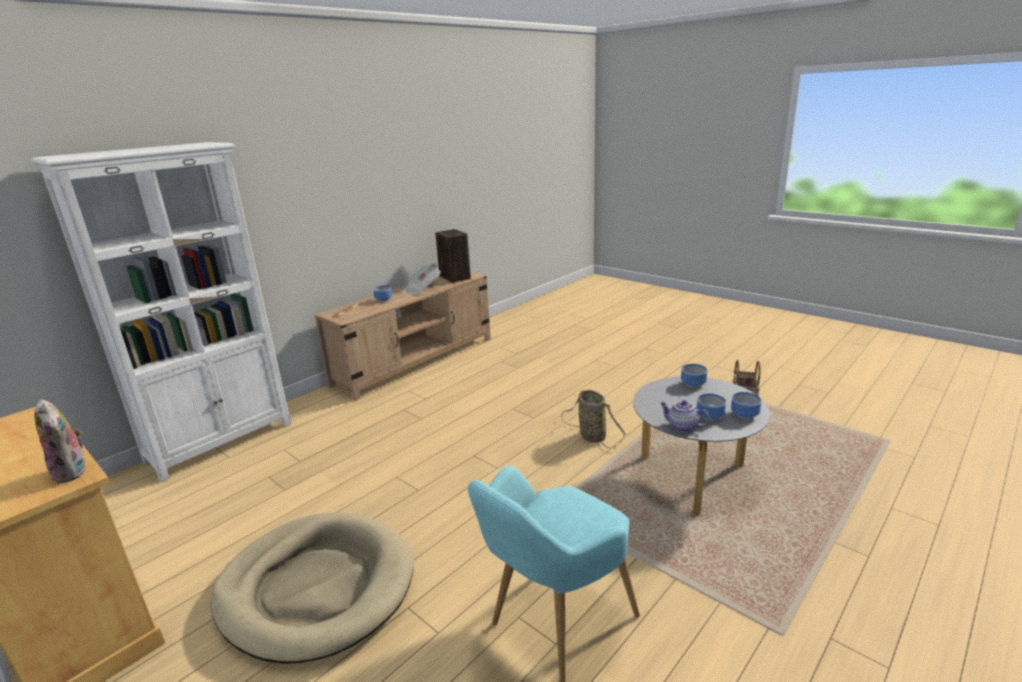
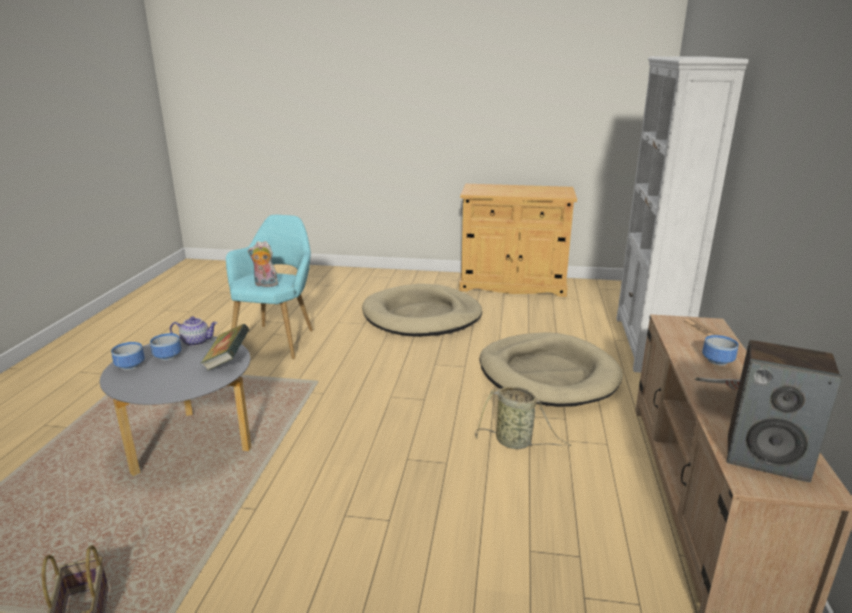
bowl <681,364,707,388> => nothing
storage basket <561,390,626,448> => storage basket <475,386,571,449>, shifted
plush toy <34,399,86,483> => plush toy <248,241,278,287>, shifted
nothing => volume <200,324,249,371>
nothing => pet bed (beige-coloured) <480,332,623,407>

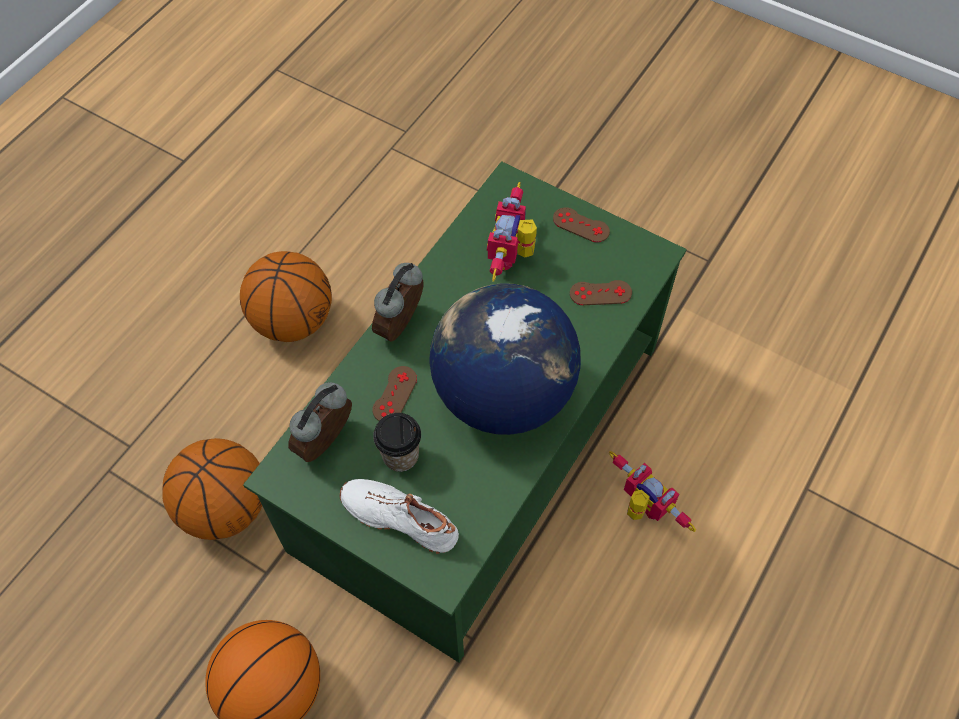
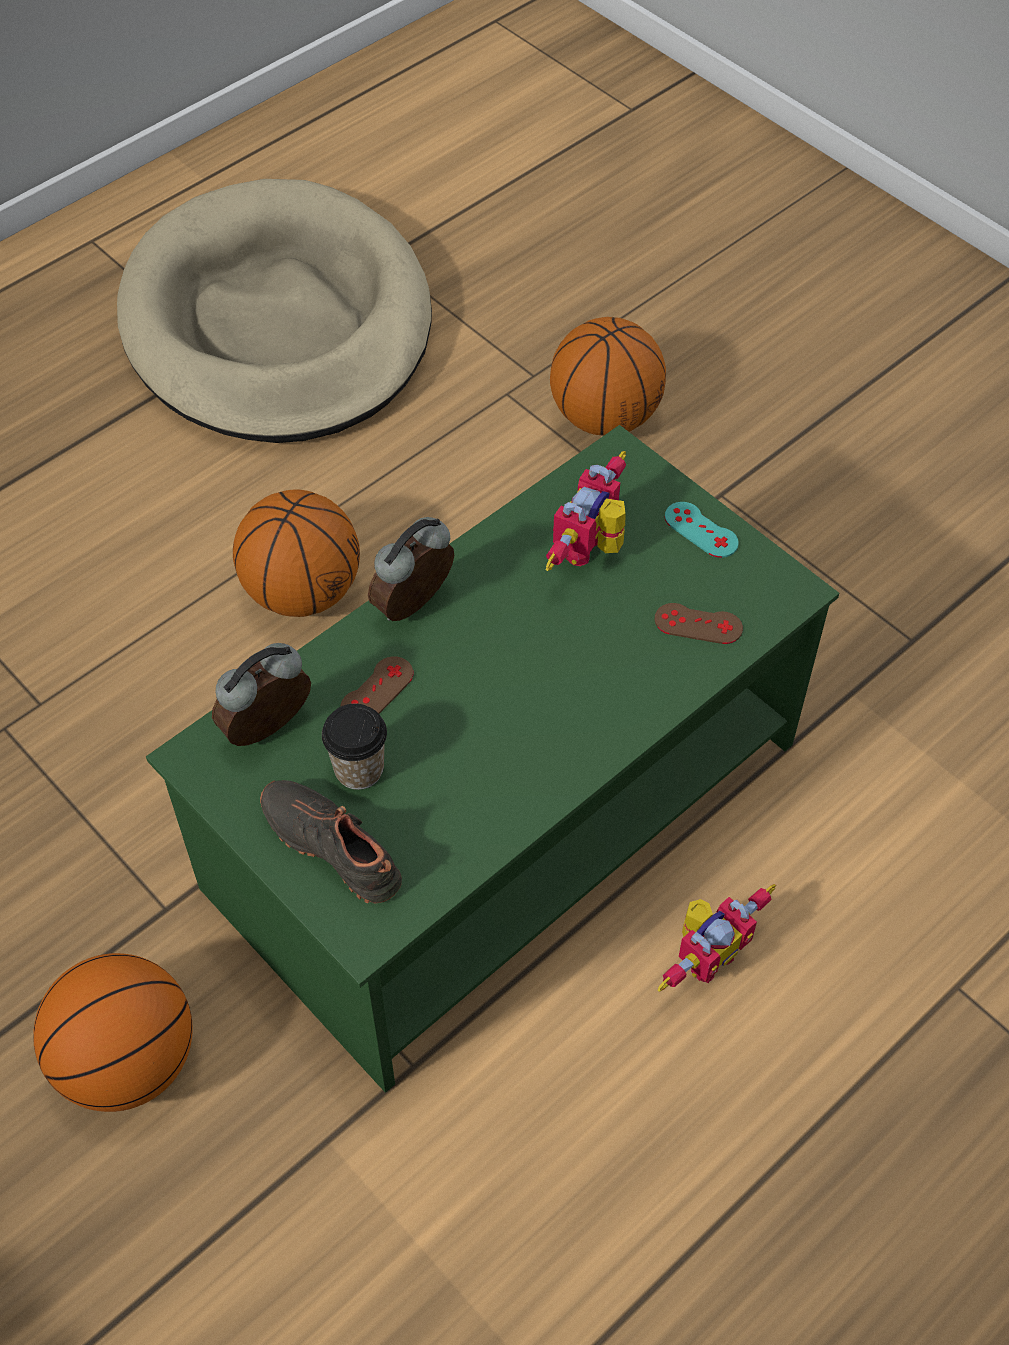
gamepad (brownish) <553,207,610,242> => gamepad (blue-green) <665,502,739,558>
world globe <429,283,581,435> => nothing
ball for basketball <162,438,262,540> => ball for basketball <550,317,666,436>, shifted
toy robot <609,451,696,532> => toy robot <658,884,776,992>, 75 degrees clockwise
shoe (white-coloured) <339,479,459,554> => shoe (black-coloured) <260,780,402,904>
nothing => pet bed (beige-coloured) <117,179,432,443>

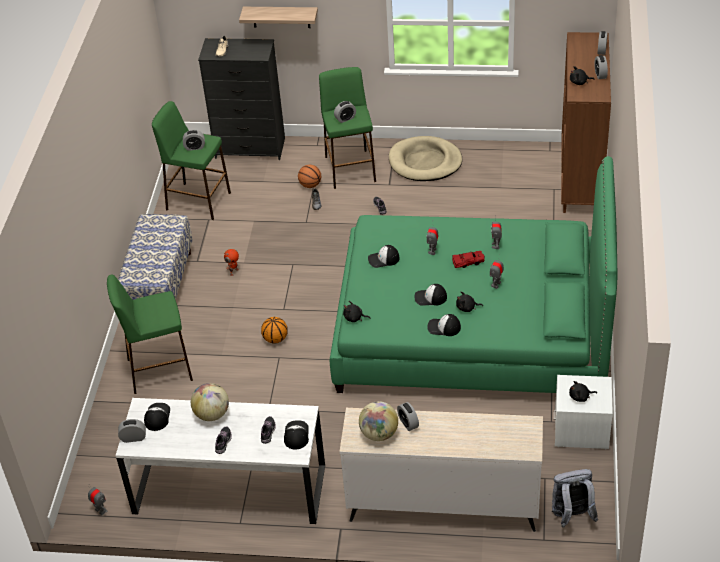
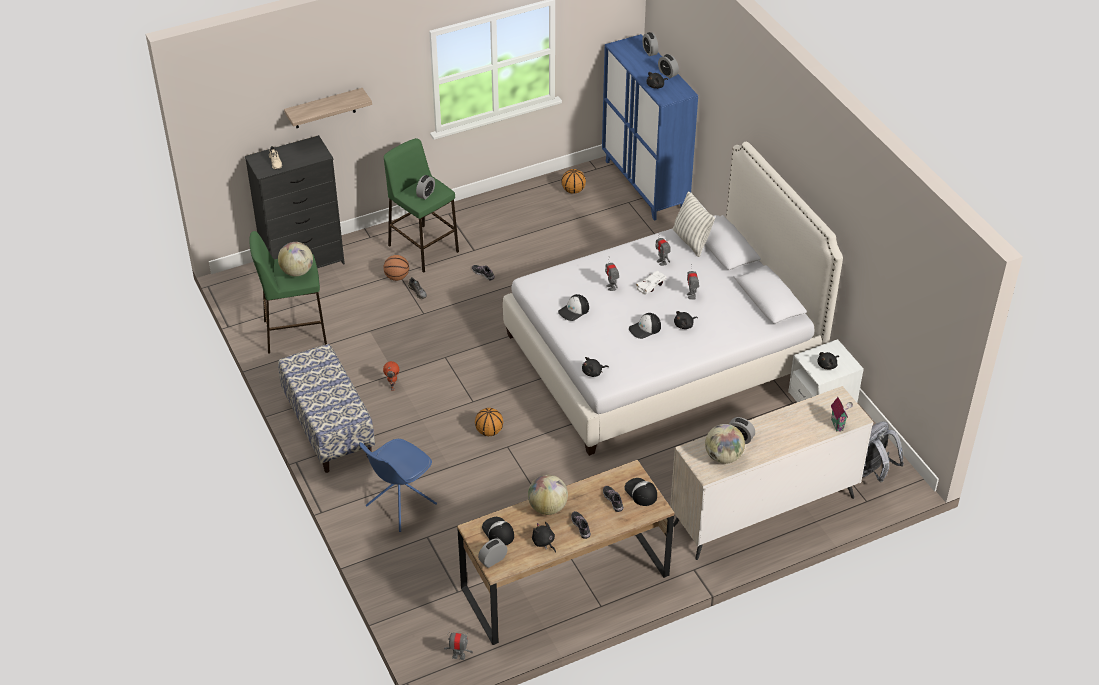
cupboard (brownish) <561,32,611,213> => cupboard (bluish) <602,34,698,221>
table clock <183,130,205,151> => world globe <278,242,313,276>
pet bed (beige-coloured) <389,136,462,181> => nothing
bedroom bed (greenish) <330,156,617,393> => bedroom bed (white-coloured) <503,142,843,456>
miniature car (reddish) <452,251,485,268> => miniature car (white-coloured) <636,271,667,295>
stool seat (greenish) <107,274,193,394> => plain chair (bluish) <359,439,437,532>
cap <427,314,461,336> => nothing
desk (white-coloured) <116,398,325,524> => desk (brownish) <457,460,674,645>
nothing => ball for basketball <561,169,586,194>
nothing => pillow <672,191,715,257>
nothing => miniature house <831,397,853,432>
nothing => plush toy (black-coloured) <532,522,556,553>

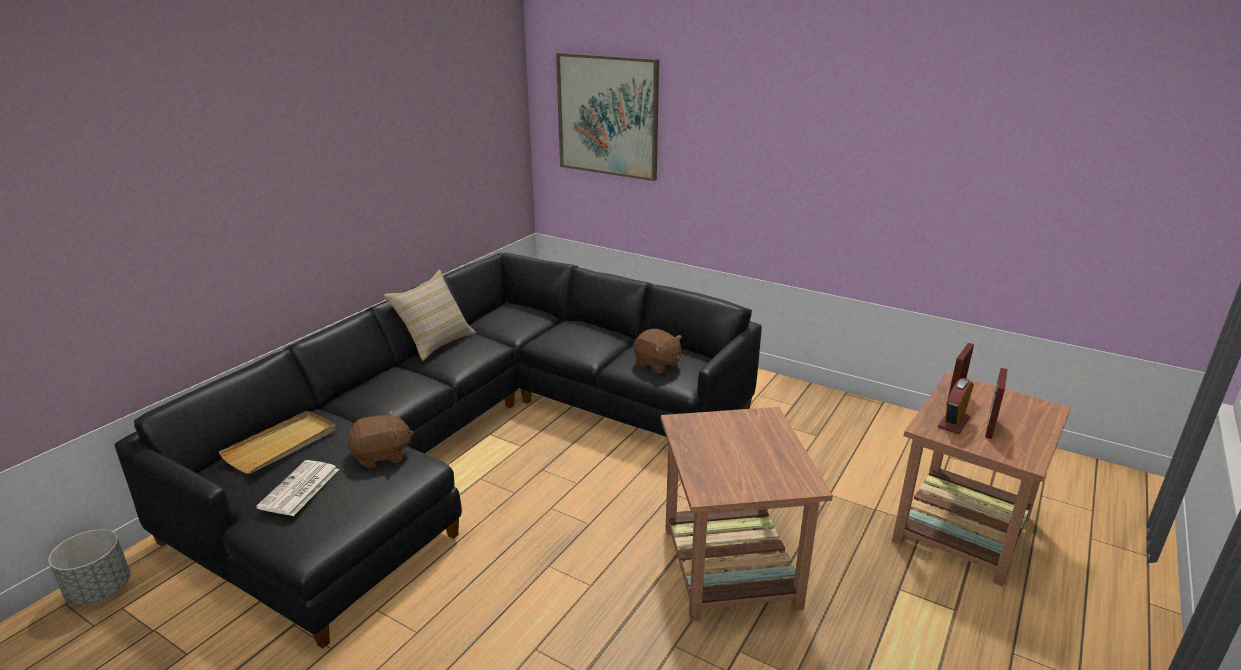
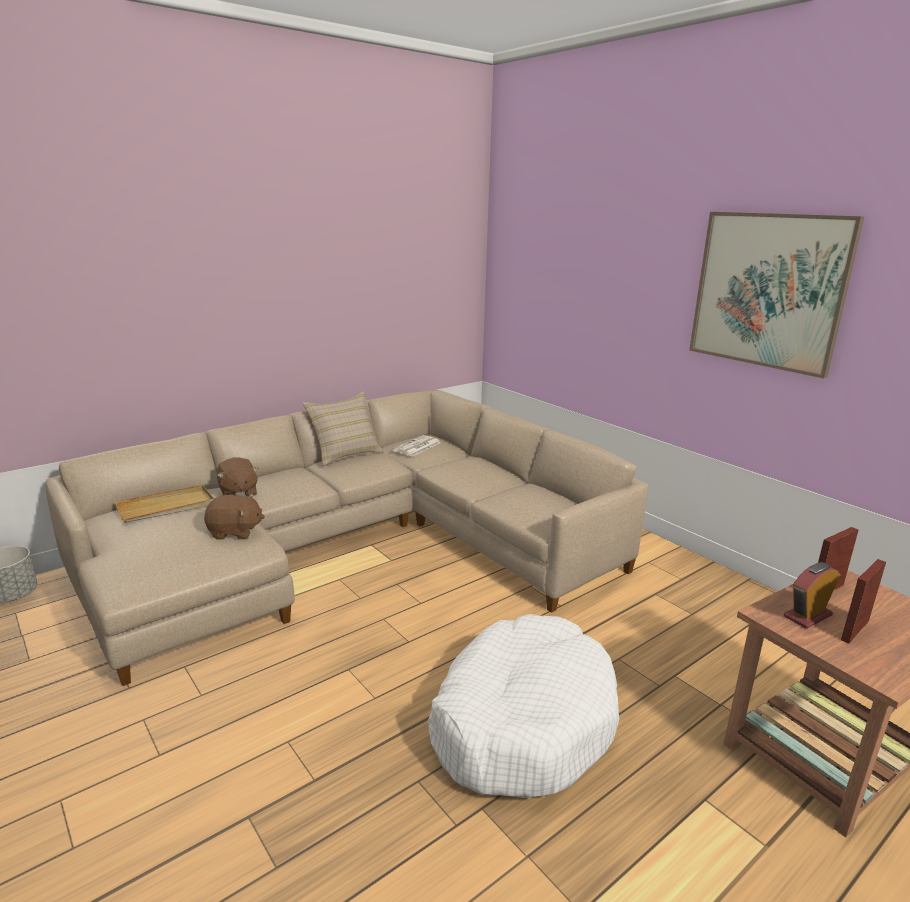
wall picture <556,53,659,181> => wall picture <689,212,864,378>, shifted
sofa (black-coloured) <115,253,762,649> => sofa (beige-coloured) <46,389,649,686>
plush toy (brownish) <633,329,682,373> => plush toy (brownish) <217,457,259,497>, shifted
side table (brownish) <661,407,833,621> => pet bed (white-coloured) <428,614,619,798>
daily paper <256,460,340,516> => daily paper <392,435,441,456>, shifted

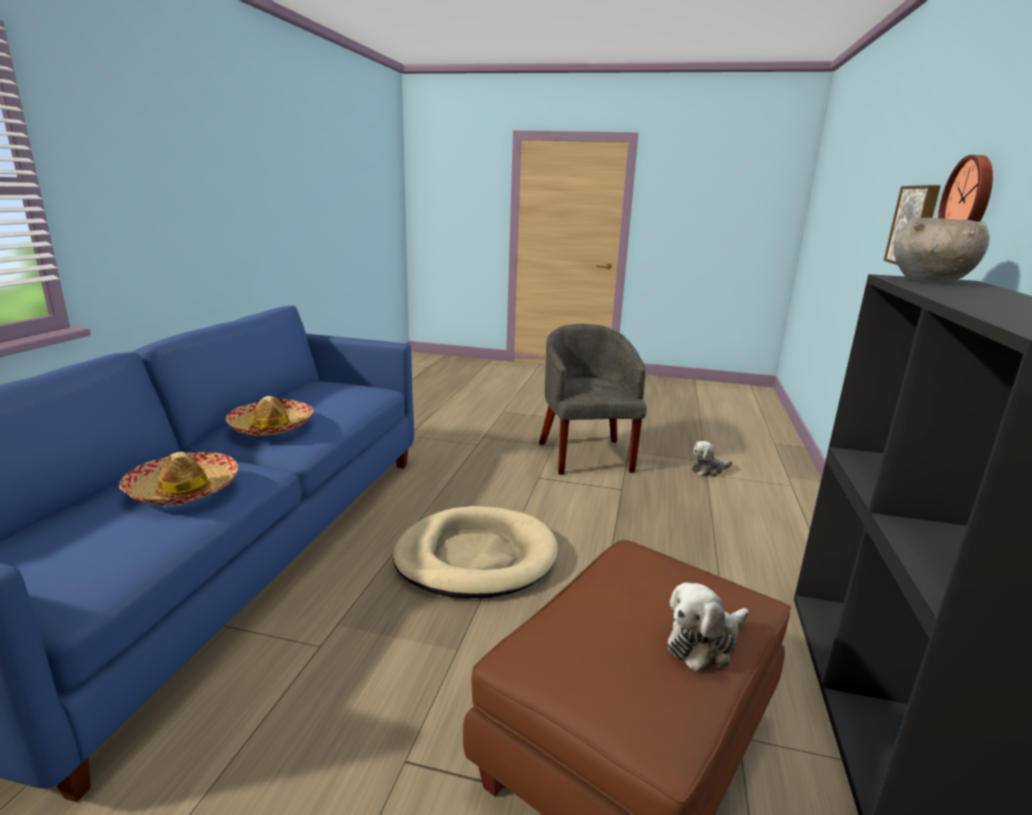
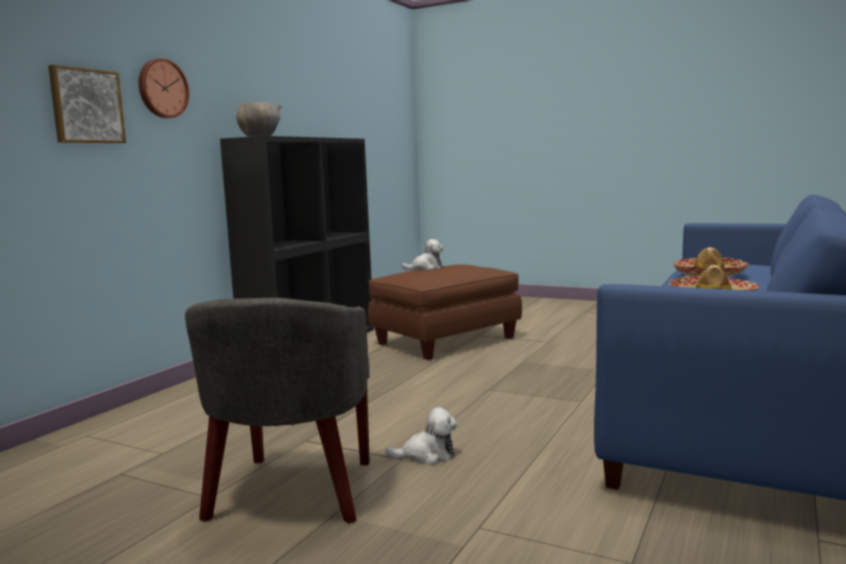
plush toy <691,441,733,476> => plush toy <385,407,458,465>, shifted
pet bed (beige-coloured) <393,506,557,598> => nothing

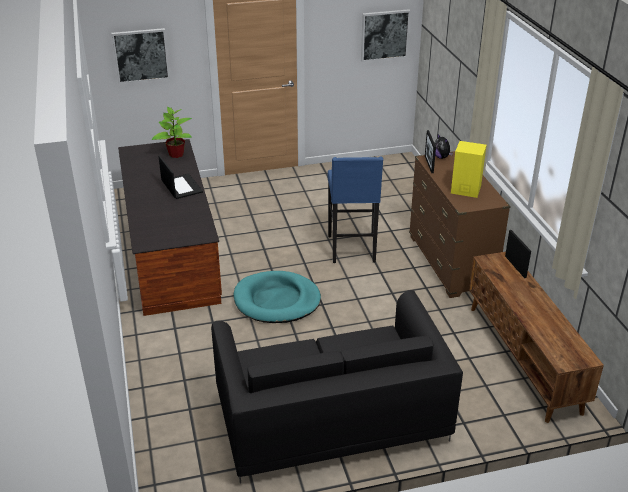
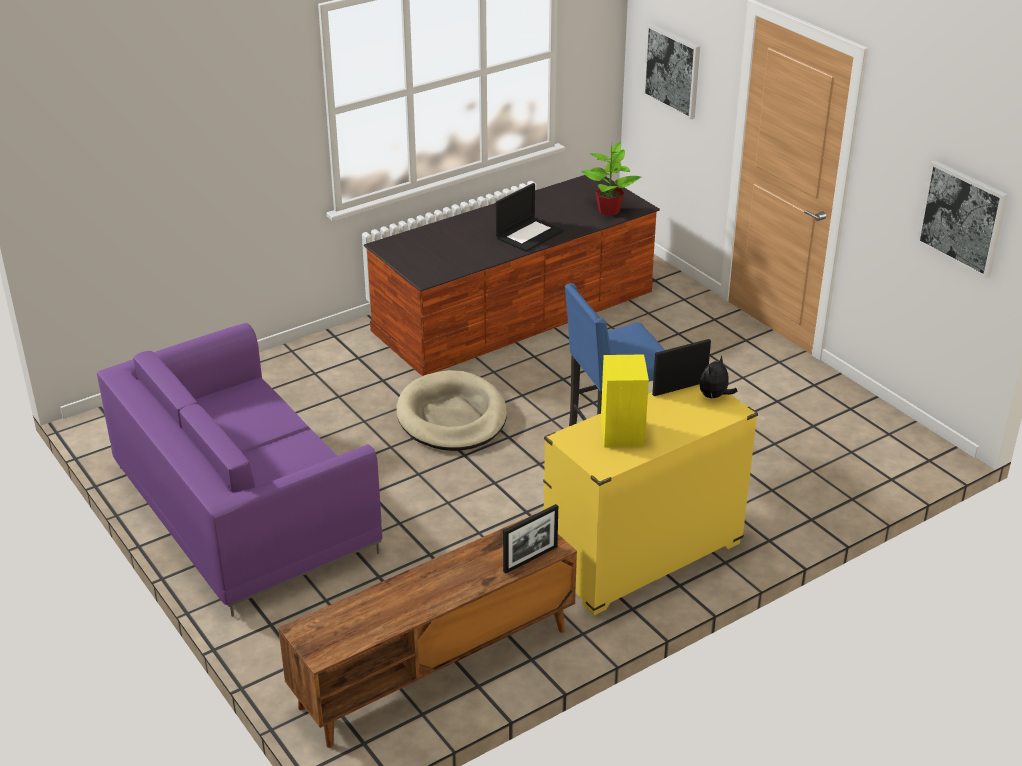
drawer chest (brownish) <409,151,511,298> => drawer chest (yellow-coloured) <543,384,758,616>
pet bed (blue-green) <234,271,321,323> => pet bed (beige-coloured) <396,370,507,451>
sofa (black-coloured) <211,290,463,484> => sofa (purplish) <97,323,383,617>

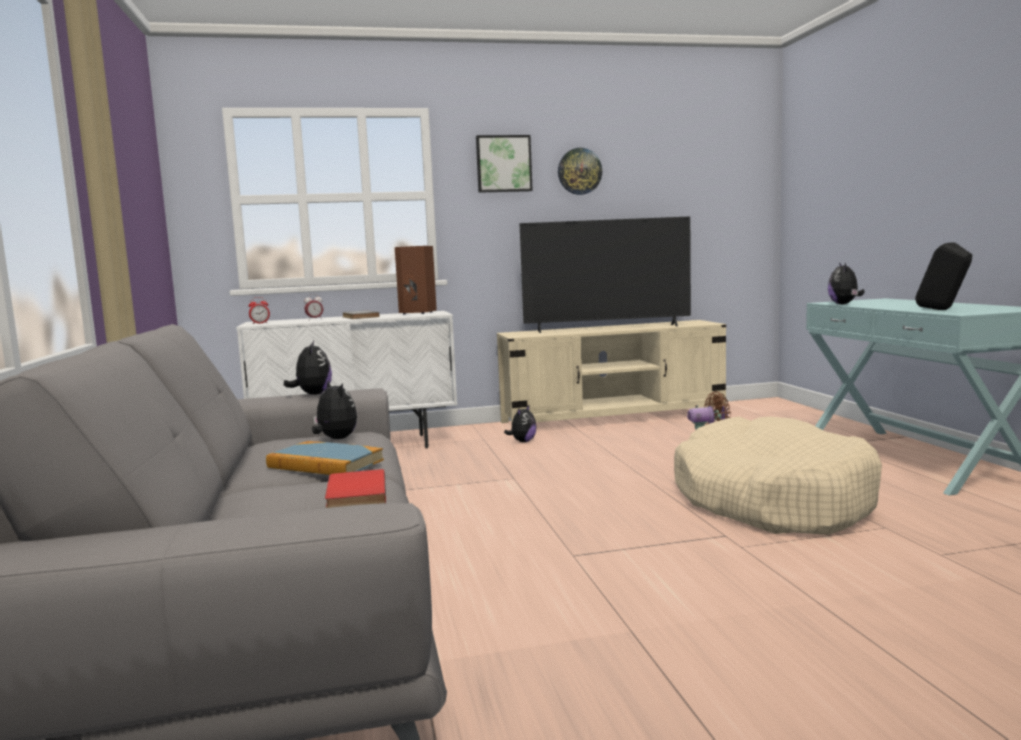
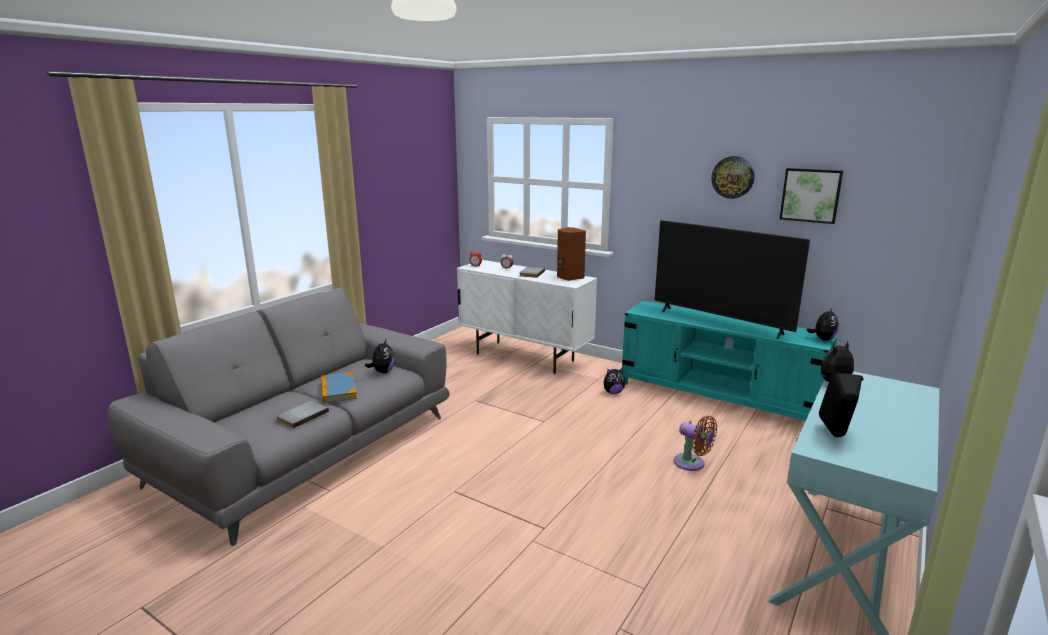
wall picture <476,135,533,193> => wall picture <780,168,843,224>, shifted
tv unit (beige-coloured) <497,320,726,423> => tv unit (blue-green) <622,301,838,421>
plush toy <284,341,332,395> => plush toy <807,307,839,341>, shifted
pet bed (beige-coloured) <674,417,882,535> => nothing
volume (reddish) <325,469,386,508> => volume (grey) <276,401,329,428>

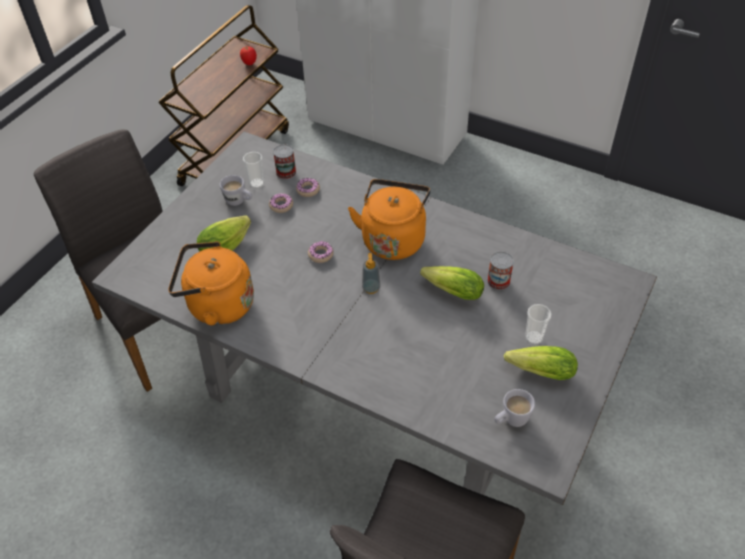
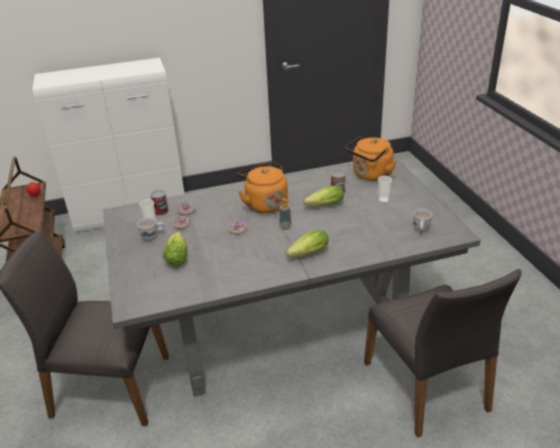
water kettle (orange) <168,241,254,326> => water kettle (orange) <346,136,397,181>, shifted
lettuce head <504,346,578,380> => lettuce head <286,230,329,257>, shifted

